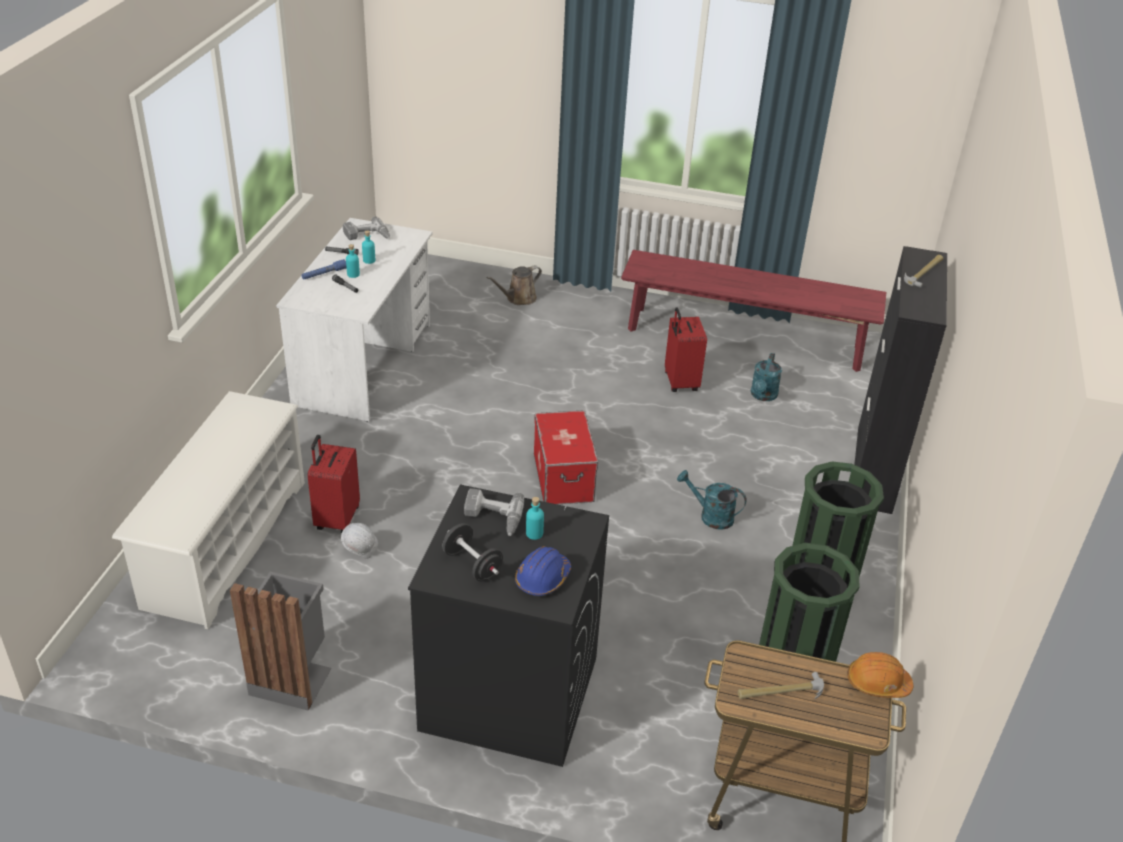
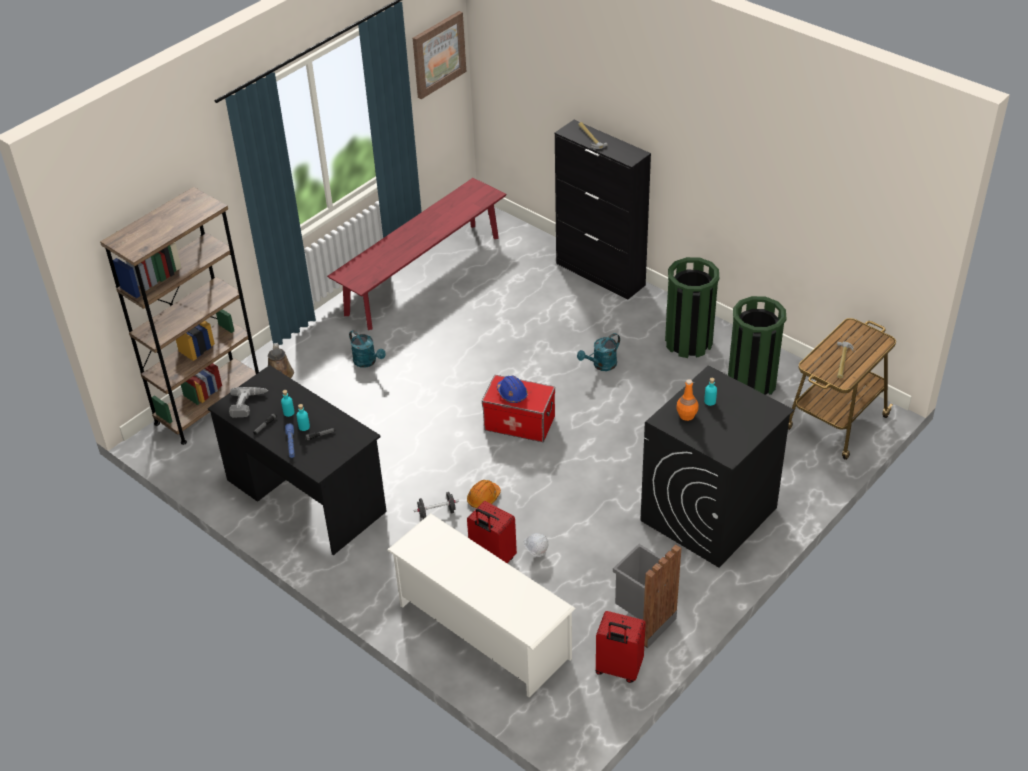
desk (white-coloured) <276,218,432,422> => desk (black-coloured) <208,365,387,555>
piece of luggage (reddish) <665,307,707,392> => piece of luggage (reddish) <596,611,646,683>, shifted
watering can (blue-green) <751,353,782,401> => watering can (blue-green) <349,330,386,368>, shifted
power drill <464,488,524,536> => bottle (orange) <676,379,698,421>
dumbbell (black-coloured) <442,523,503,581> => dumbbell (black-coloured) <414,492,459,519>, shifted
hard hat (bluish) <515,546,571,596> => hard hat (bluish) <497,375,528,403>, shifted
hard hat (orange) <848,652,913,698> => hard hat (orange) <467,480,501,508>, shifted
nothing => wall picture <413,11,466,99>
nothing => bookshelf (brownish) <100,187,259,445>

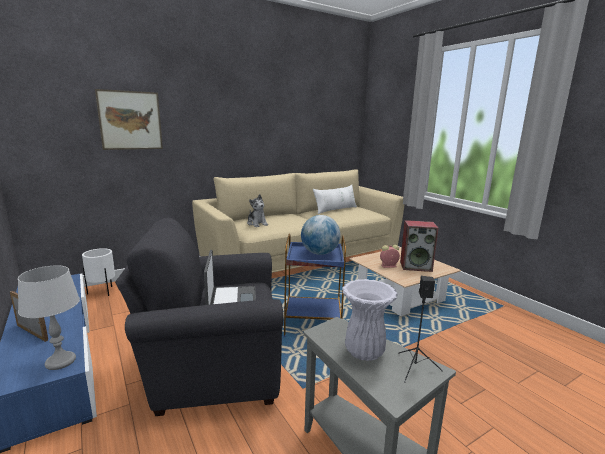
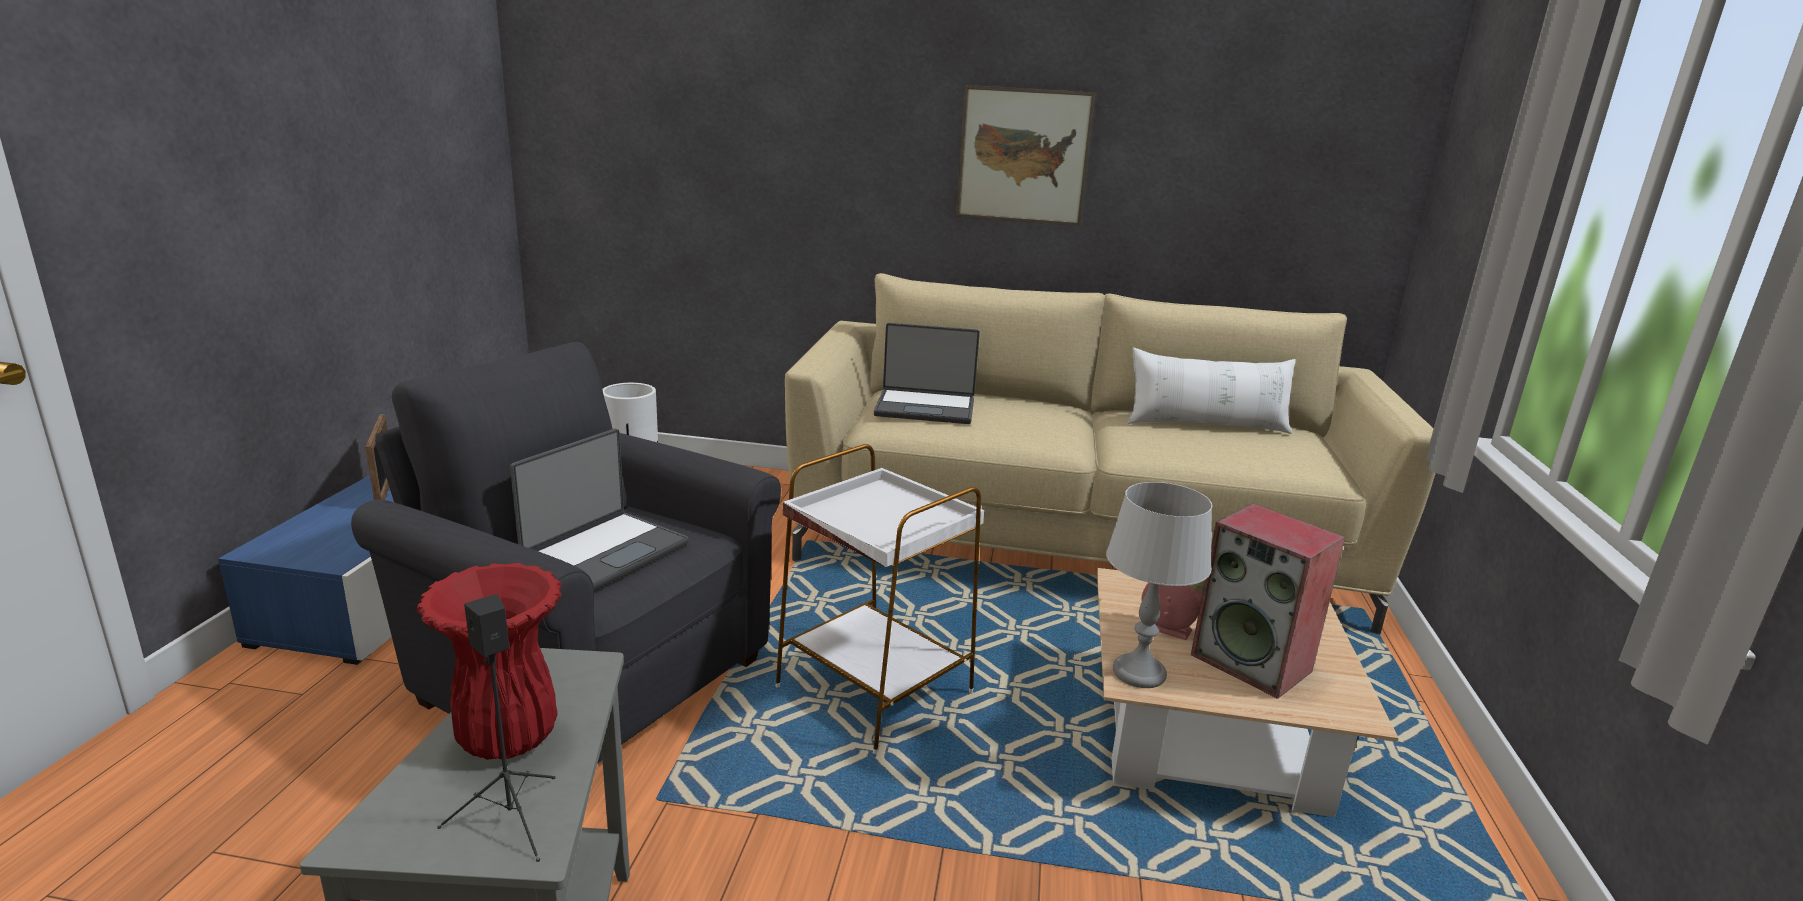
wall picture <95,89,163,150> => wall picture <956,85,1096,226>, shifted
plush toy <247,194,268,227> => portable computer <874,323,980,424>
world globe <301,215,341,255> => nothing
side table (bluish) <284,233,346,337> => side table (white-coloured) <776,444,984,754>
tabletop lamp (grey) <18,265,80,370> => tabletop lamp (grey) <1106,482,1212,688>, shifted
flower vase (white-coloured) <342,279,398,361> => flower vase (reddish) <417,563,562,760>

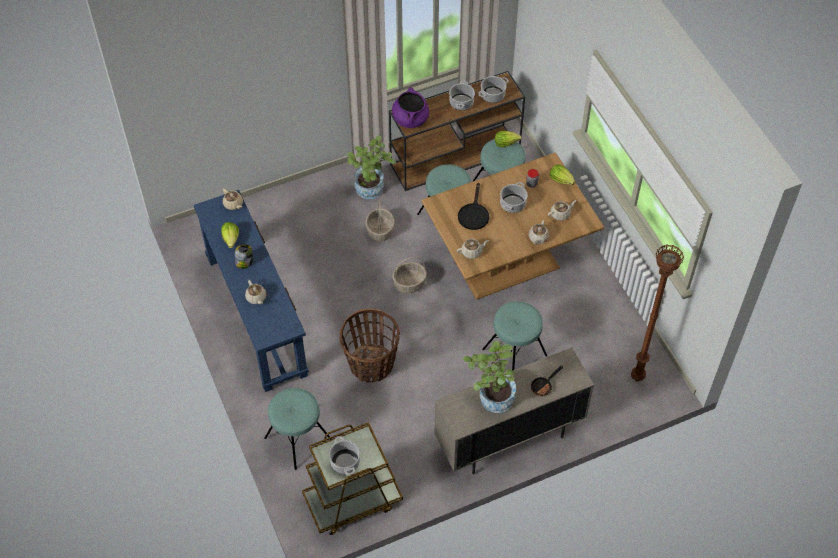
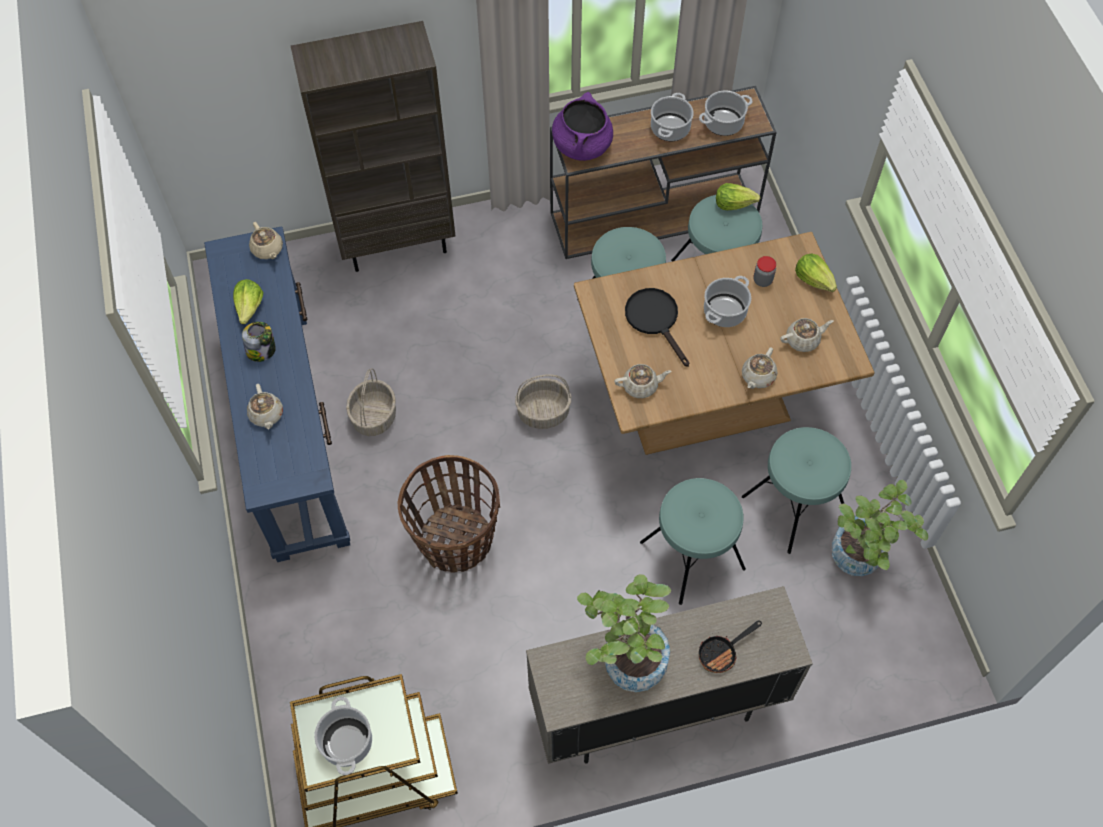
potted plant <347,135,396,199> => potted plant <832,480,928,576>, shifted
skillet (black-coloured) <458,183,489,230> => skillet (black-coloured) <625,288,689,367>, 135 degrees clockwise
storage basket <366,199,395,242> => storage basket <346,368,396,436>, shifted
standing lamp (brownish) <631,244,684,382> => nothing
stool seat (blue-green) <264,388,332,470> => stool seat (blue-green) <742,427,851,554>, shifted
nothing => bookshelf (brownish) <291,21,456,272>

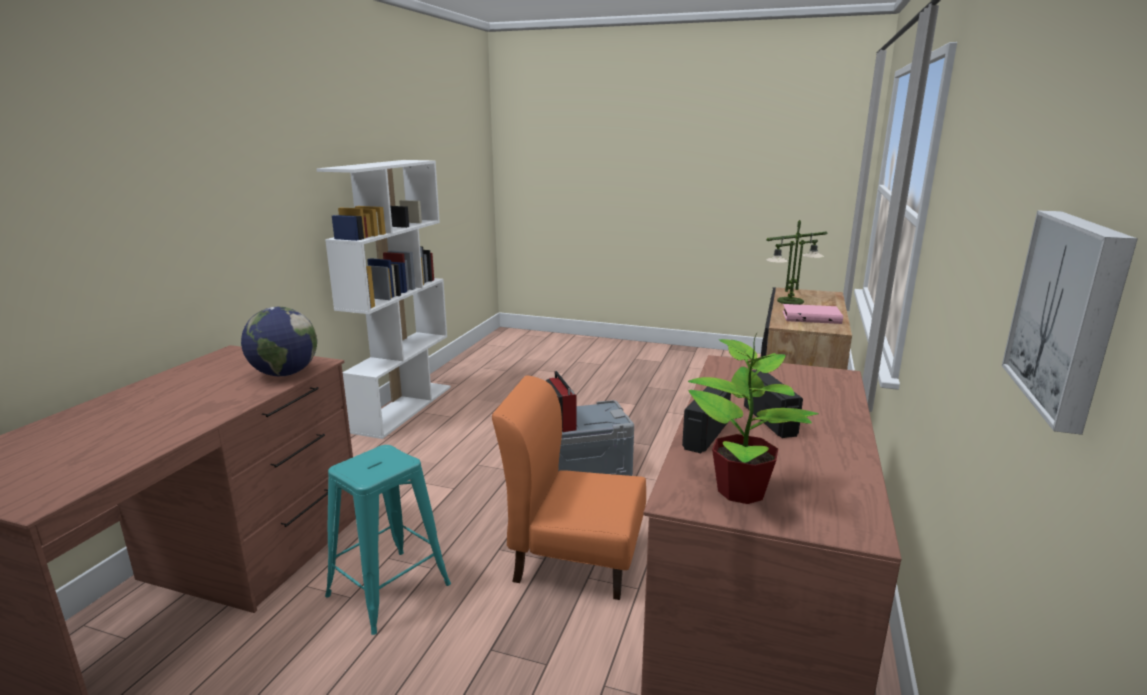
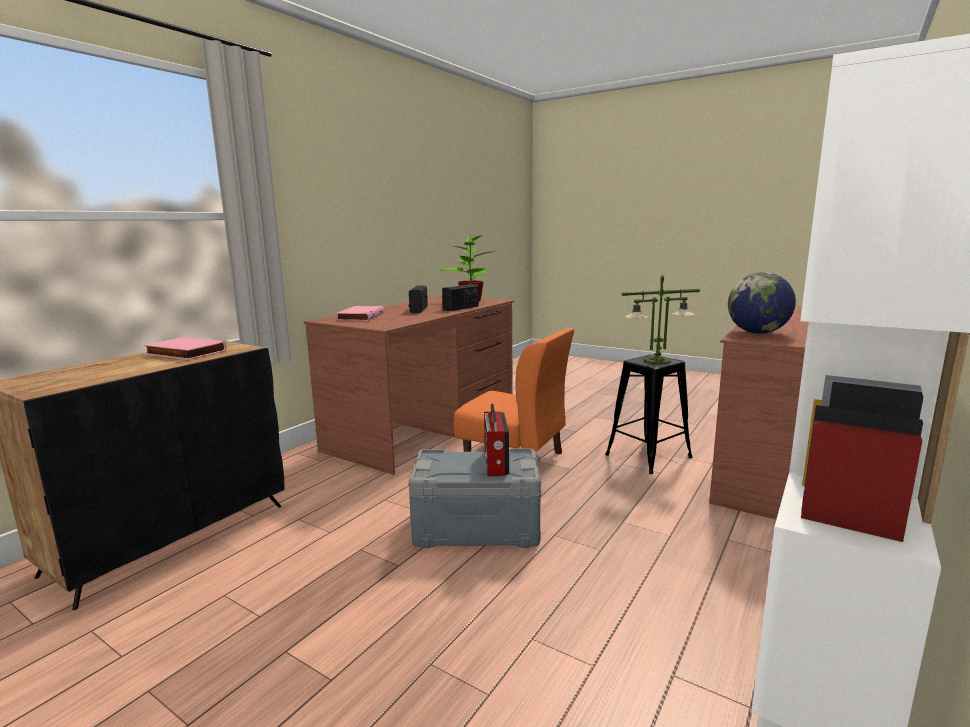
wall picture <1002,210,1138,435> => nothing
tabletop lamp <766,220,827,305> => tabletop lamp <621,275,700,364>, shifted
stool seat (blue-green) <325,445,451,635> => stool seat (black-coloured) <605,354,693,474>
nothing => volume (pink) <336,306,384,321>

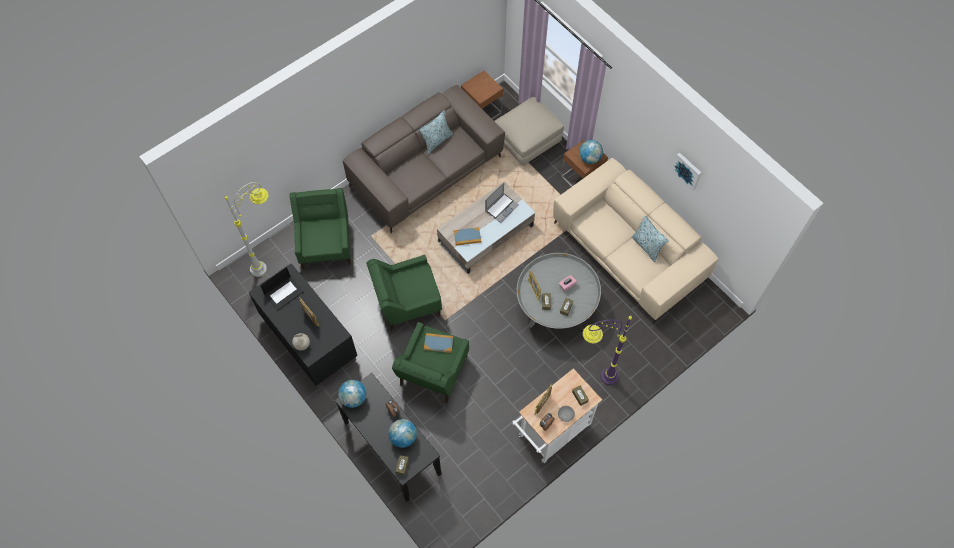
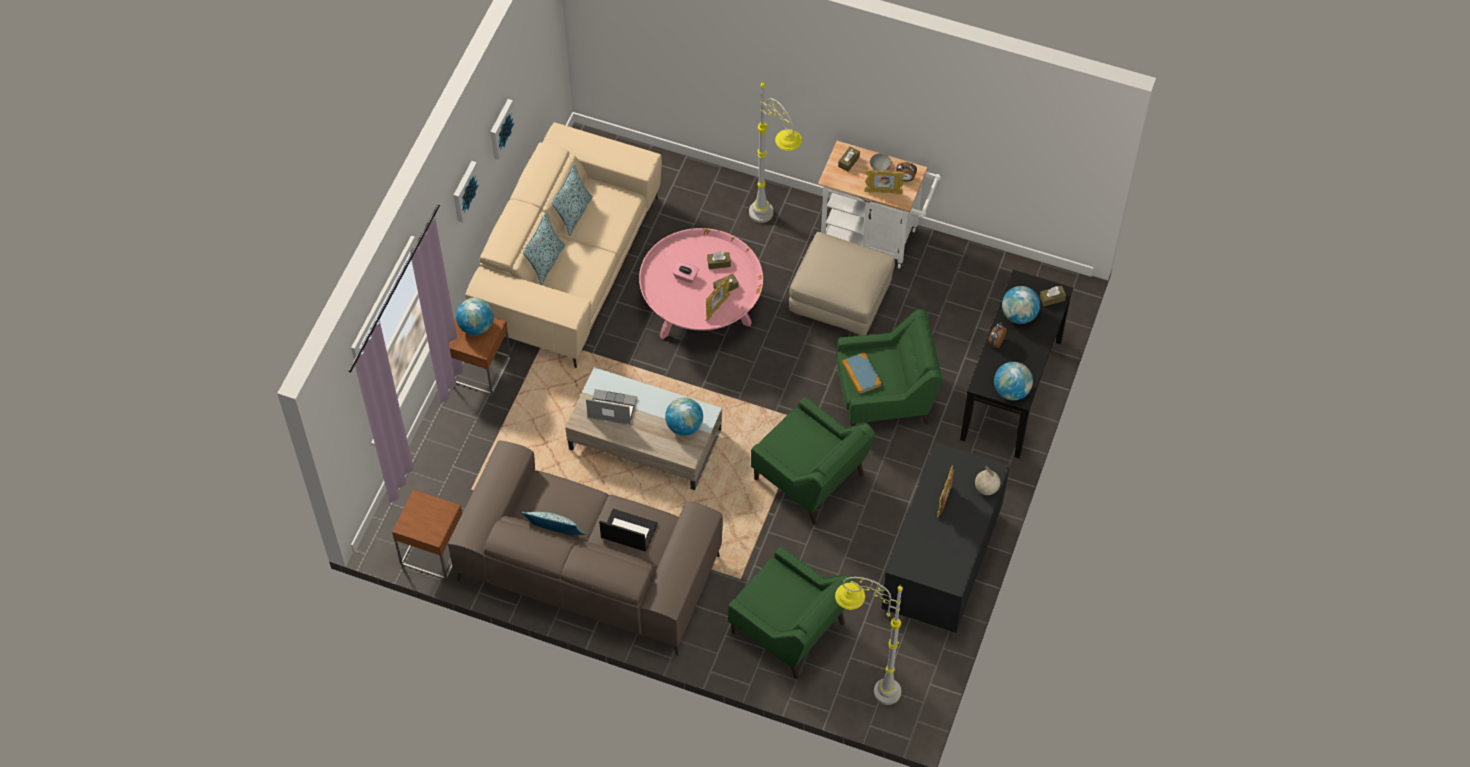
pouffe (beige-coloured) <495,97,564,166> => pouffe (beige-coloured) <789,232,895,336>, shifted
armchair (greenish) <290,188,351,269> => armchair (greenish) <728,547,854,679>, 105 degrees counterclockwise
volume <454,227,481,246> => world globe <665,398,703,436>
lounge table (grey) <517,253,601,329> => lounge table (pink) <639,228,763,339>
portable computer <260,267,304,311> => portable computer <599,509,658,551>, shifted
standing lamp (purplish) <583,316,632,385> => standing lamp (grey) <749,80,802,223>
nothing => wall picture <454,161,481,223>
nothing => pillow <523,212,565,285>

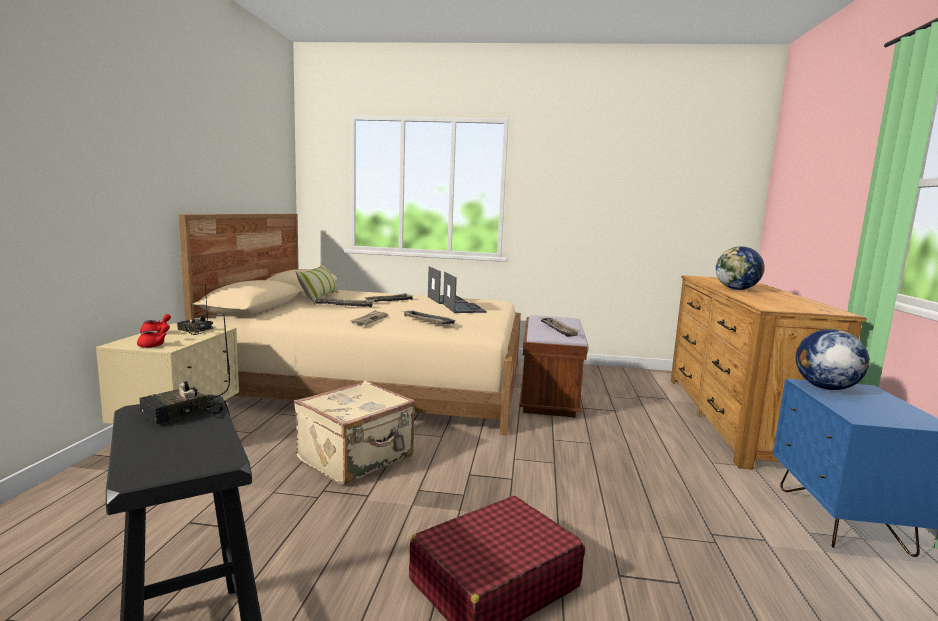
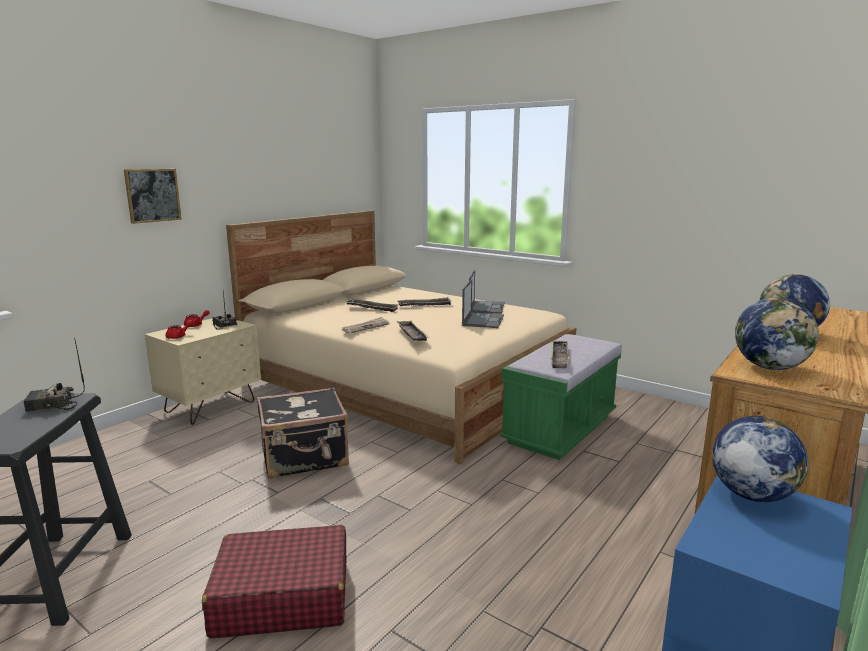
pillow <295,264,338,304> => nothing
bench (brownish) <519,316,589,417> => bench (greenish) <500,334,622,460>
piece of luggage (beige-coloured) <294,381,415,485> => piece of luggage (black-coloured) <257,387,349,478>
nothing => wall picture <124,169,182,224>
nothing => world globe <735,297,820,370>

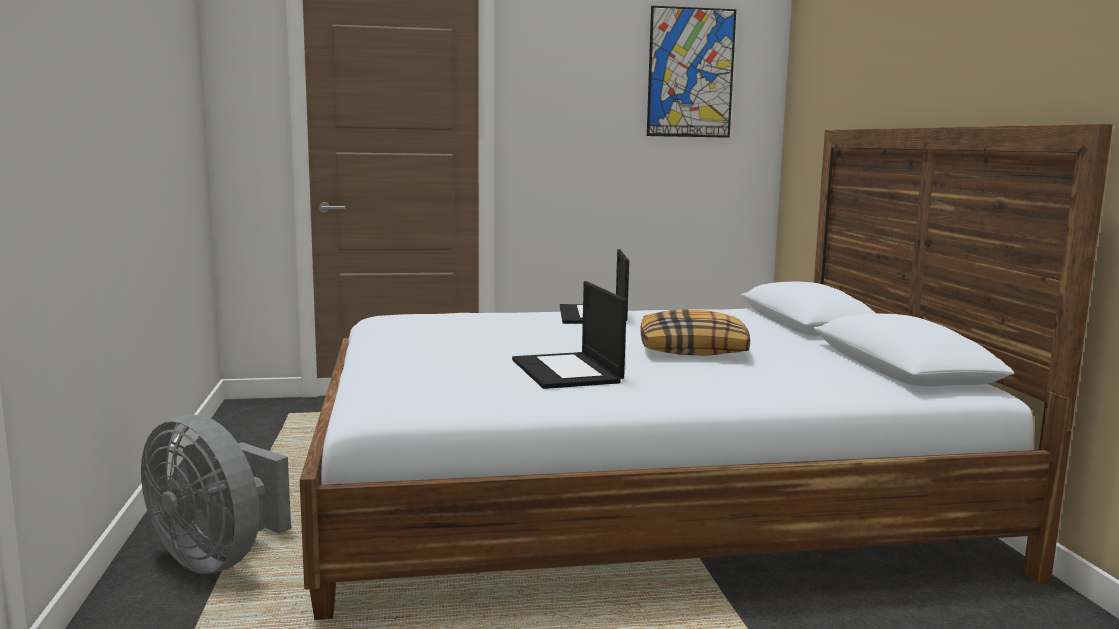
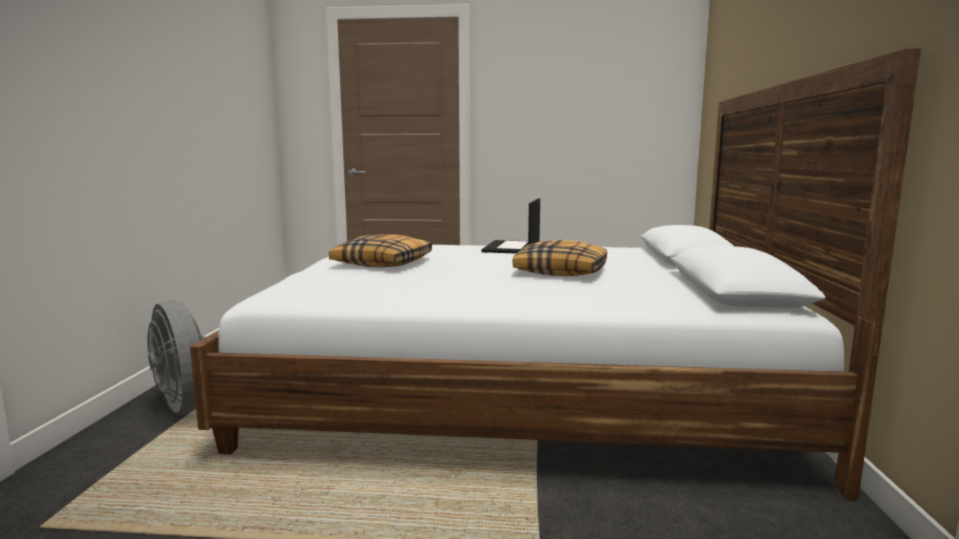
wall picture <647,6,736,138> => nothing
portable computer <512,281,627,389> => nothing
nothing => pillow <329,234,432,267>

